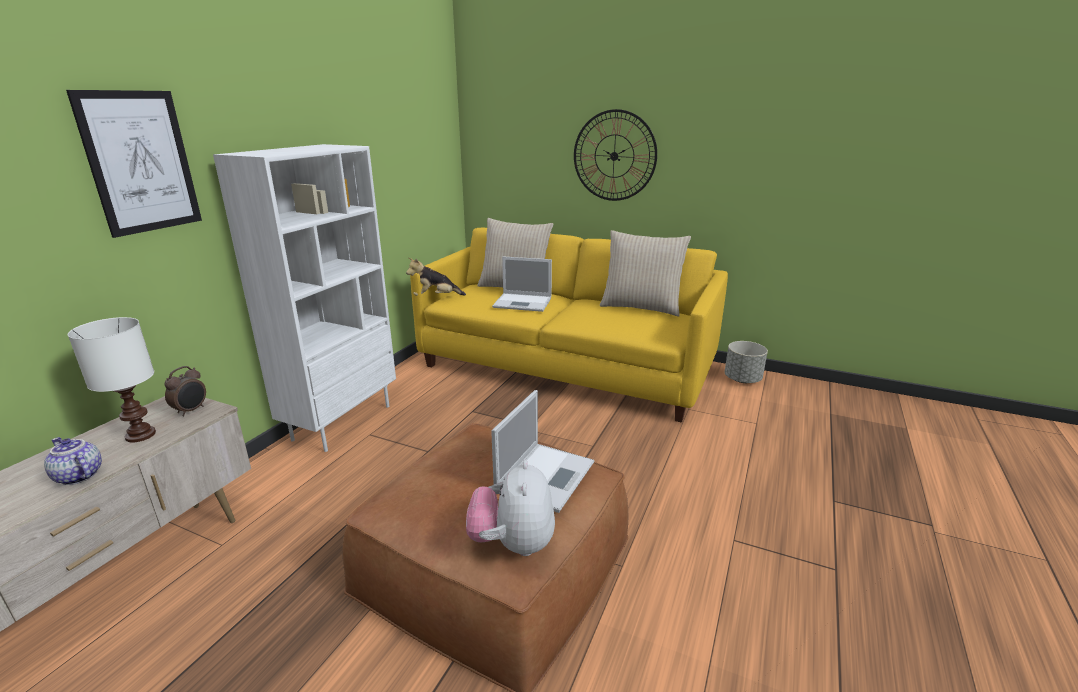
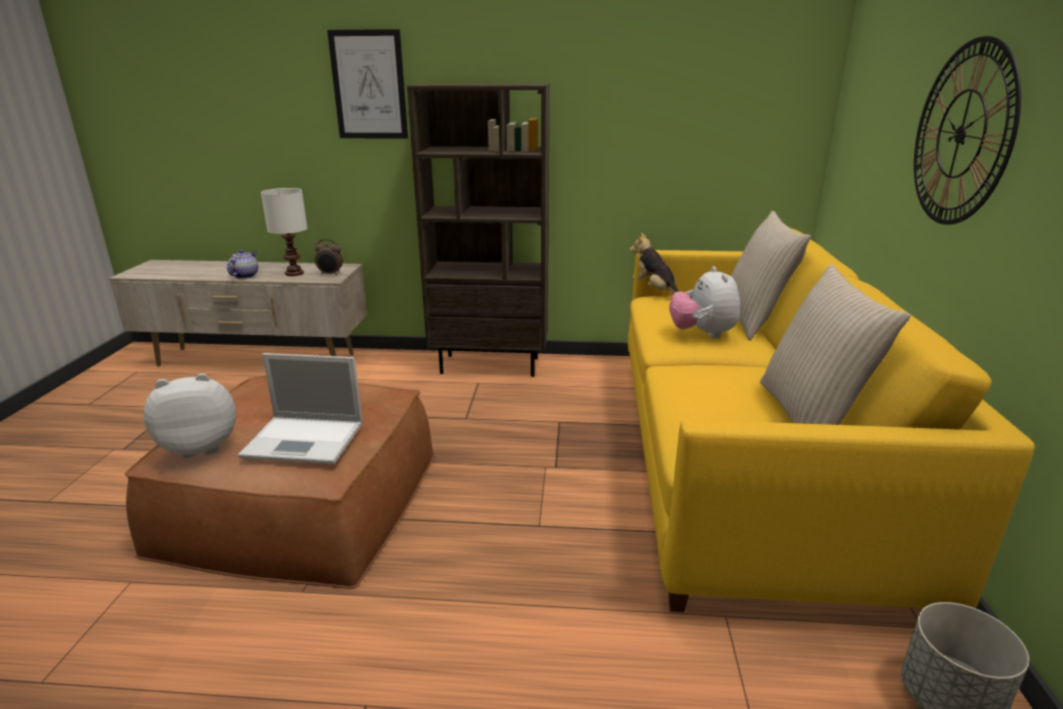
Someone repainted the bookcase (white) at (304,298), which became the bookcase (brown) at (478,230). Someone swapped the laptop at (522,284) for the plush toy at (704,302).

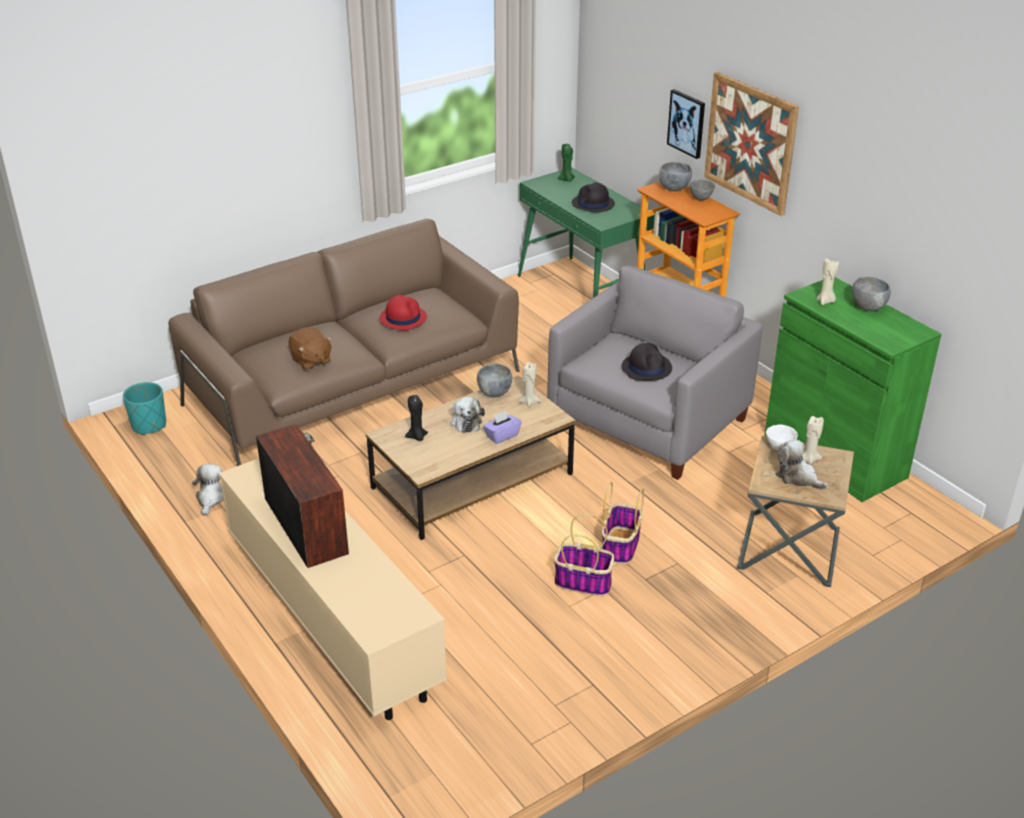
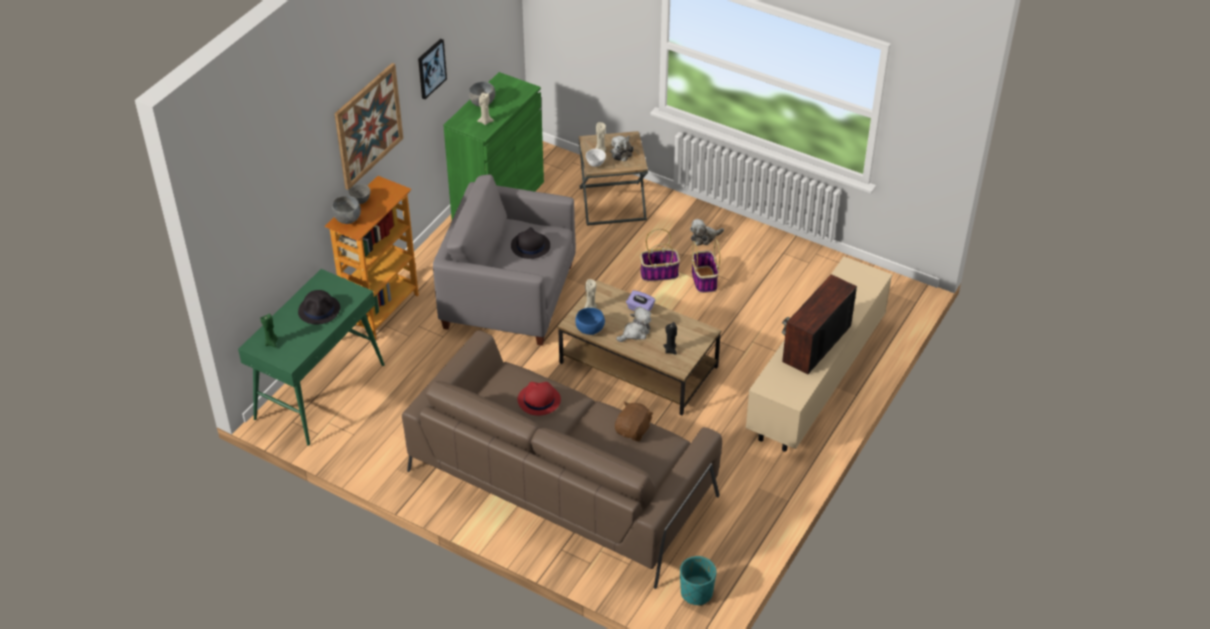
Someone carried the picture from (686,124) to (432,69). Someone repainted the bowl (grey) at (494,380), which became the bowl (blue) at (590,321). Someone carried the plush toy from (208,490) to (707,232).

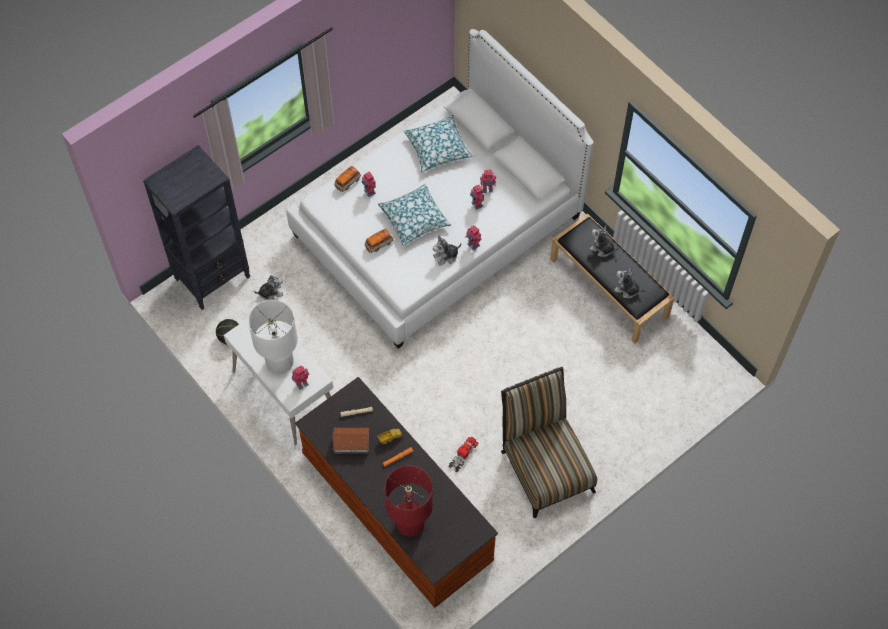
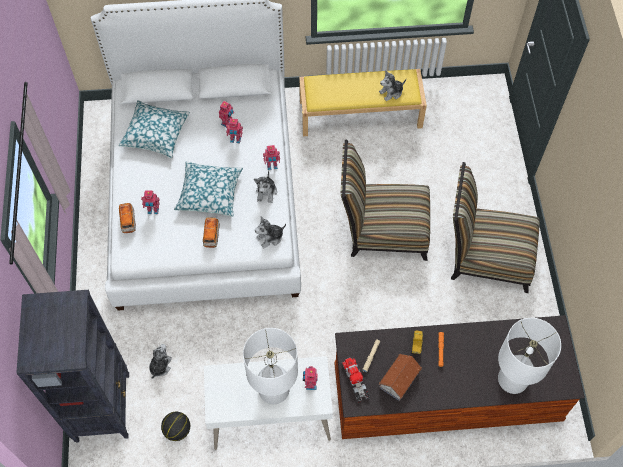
Someone carried the plush toy from (604,241) to (270,232). Someone repainted the bench (black) at (612,279), which became the bench (yellow) at (363,102). Someone put down the chair at (385,200). Someone carried the toy truck from (463,454) to (356,380). Someone repainted the table lamp (red) at (408,501), which became the table lamp (white) at (529,356).

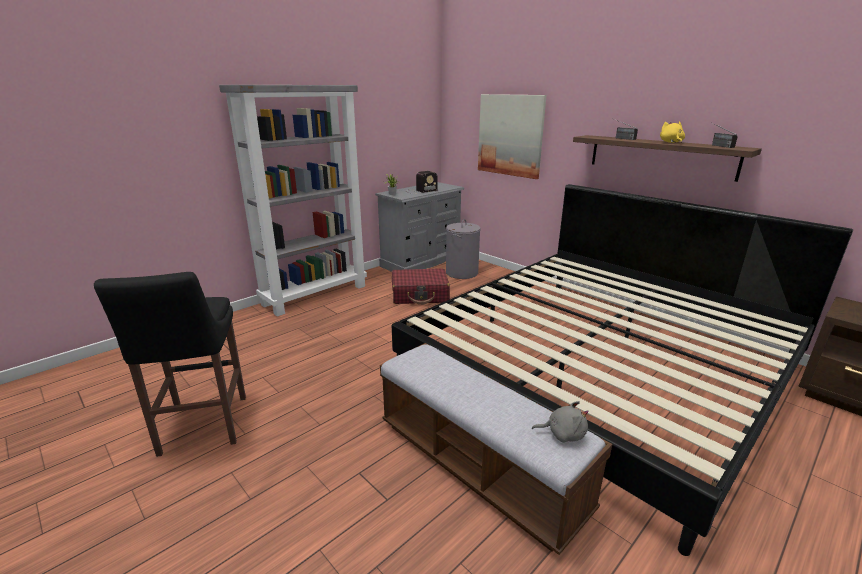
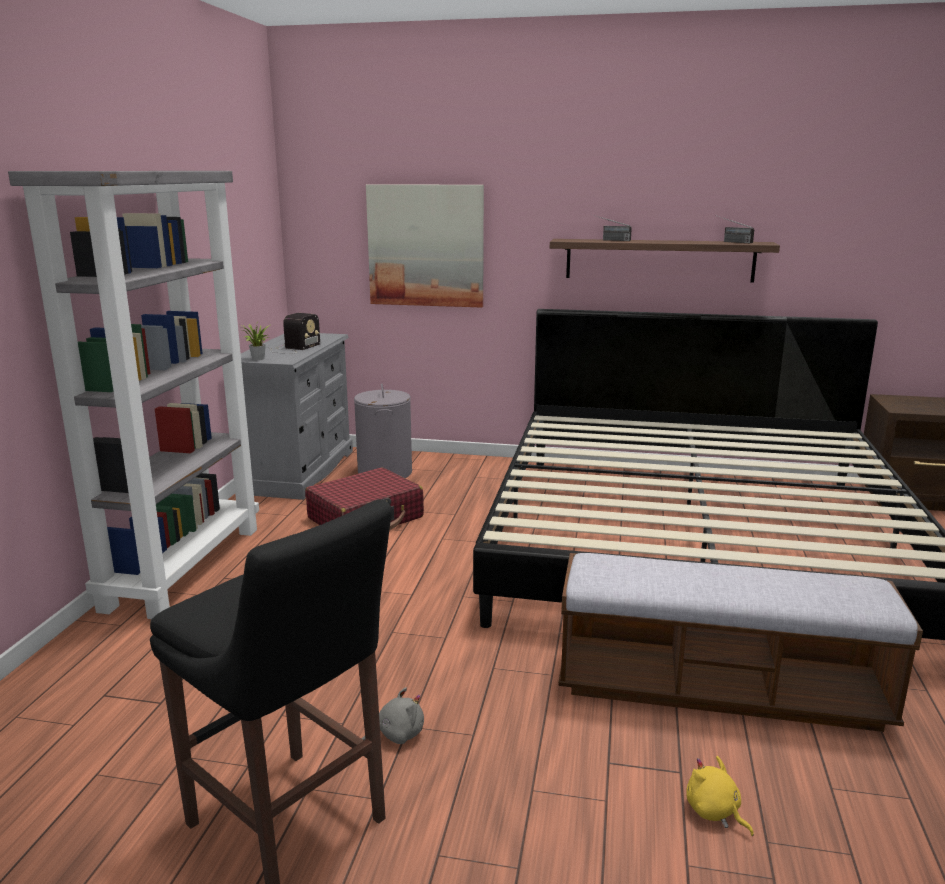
Someone carried the plush toy (grey) from (560,422) to (392,716). Someone carried the plush toy (yellow) from (672,132) to (720,796).

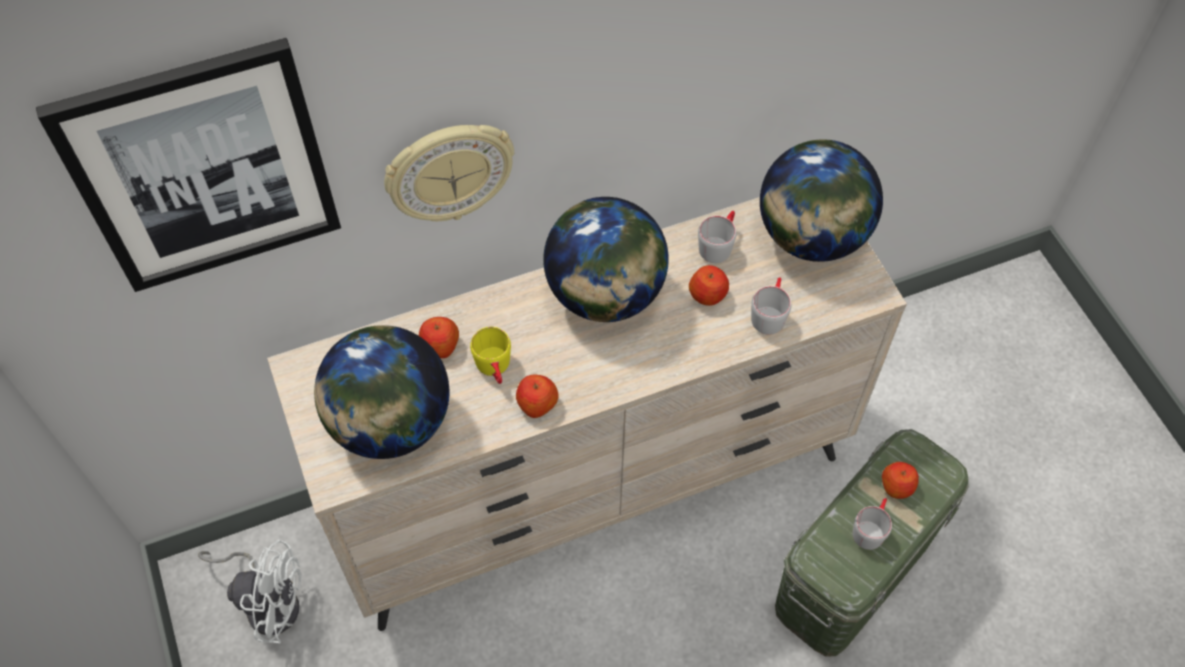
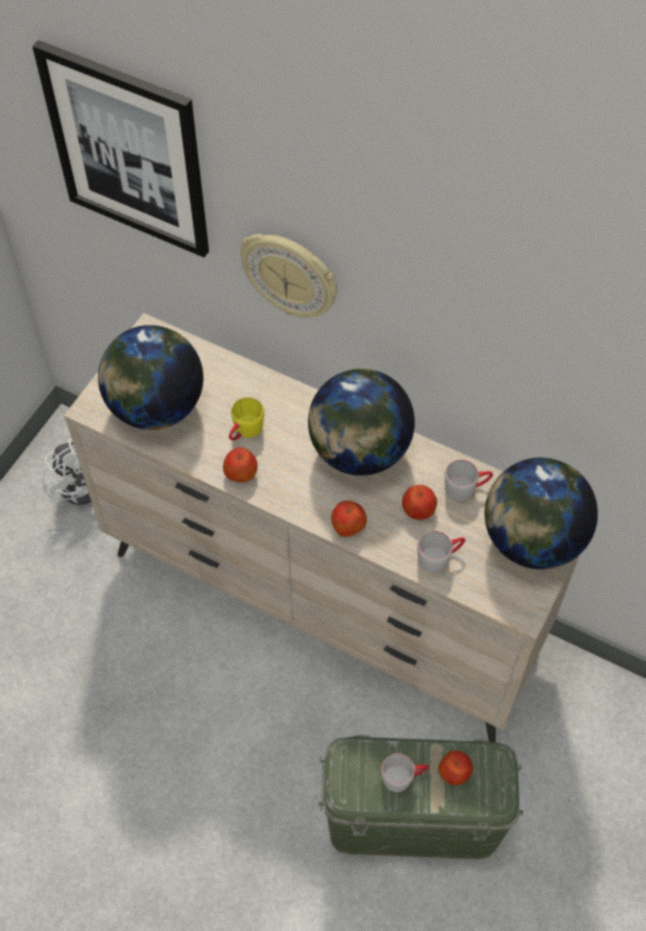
Someone carried the apple from (439,337) to (349,518).

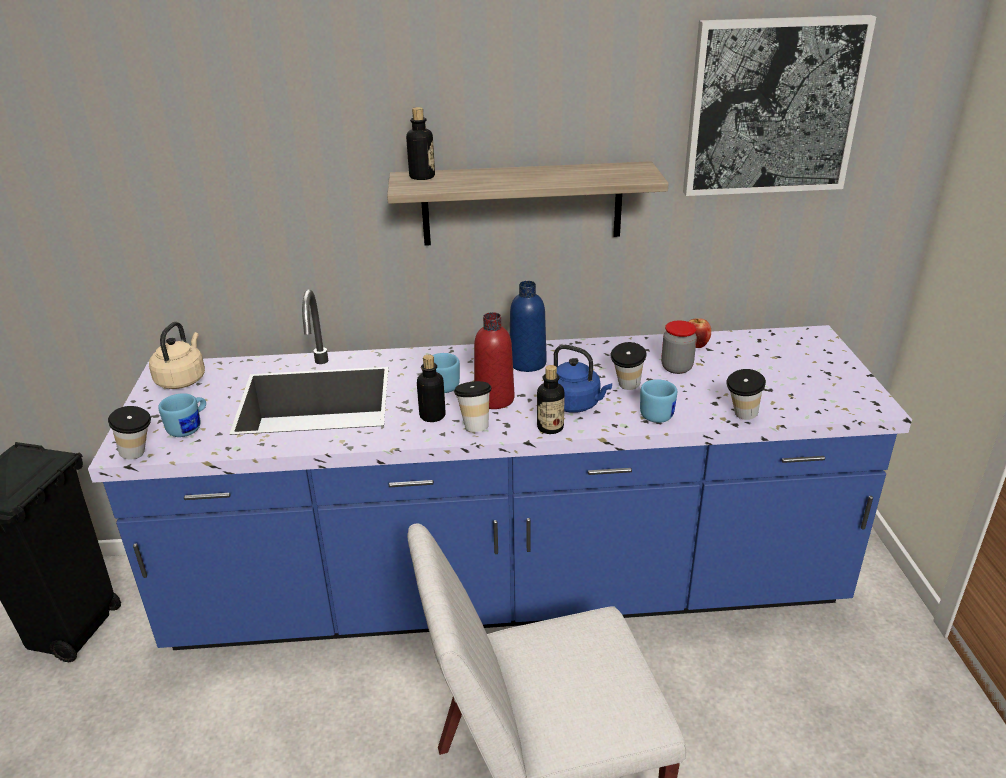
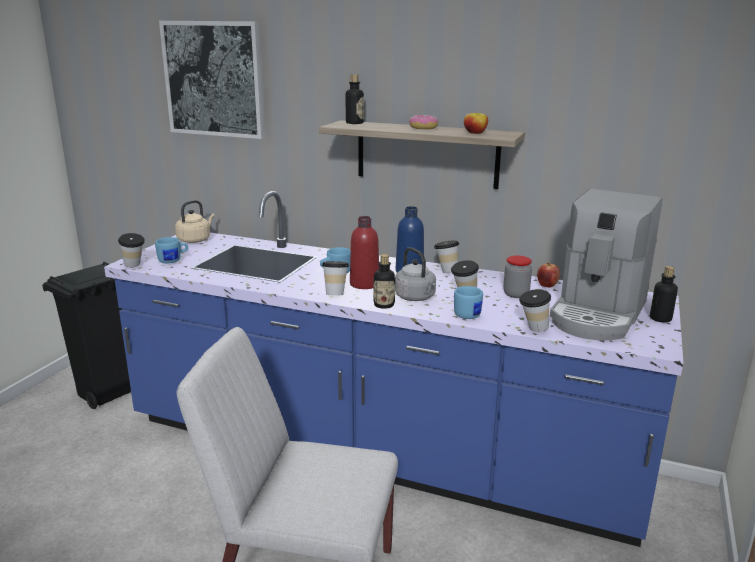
Someone carried the picture from (779,105) to (212,80). Someone repainted the kettle (blue) at (583,379), which became the kettle (grey) at (415,274). Someone put down the donut at (423,122). Someone put down the cup at (446,256). Someone put down the apple at (476,123). Someone put down the coffee machine at (606,265). Someone carried the bottle from (431,388) to (664,294).

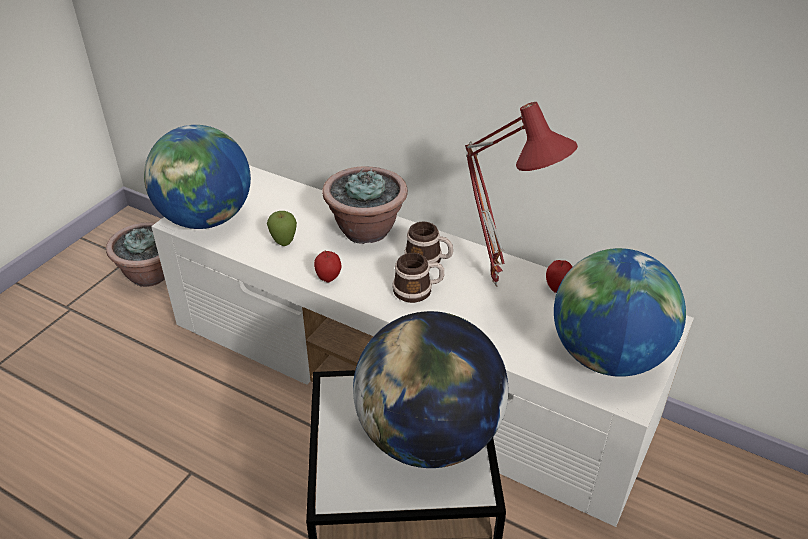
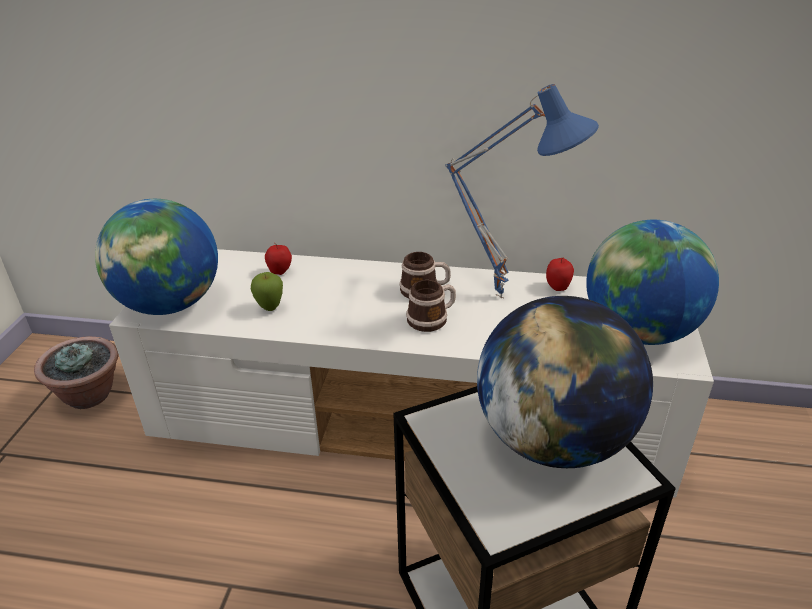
Someone carried the apple from (328,266) to (278,259). Someone repainted the table lamp (red) at (521,194), which became the table lamp (blue) at (522,191). Someone took away the potted plant at (365,205).

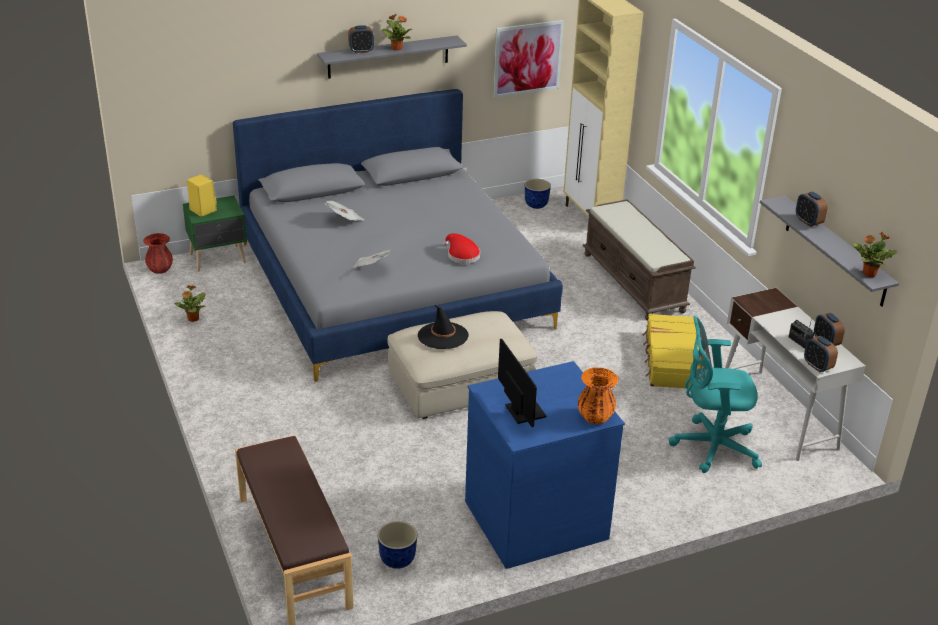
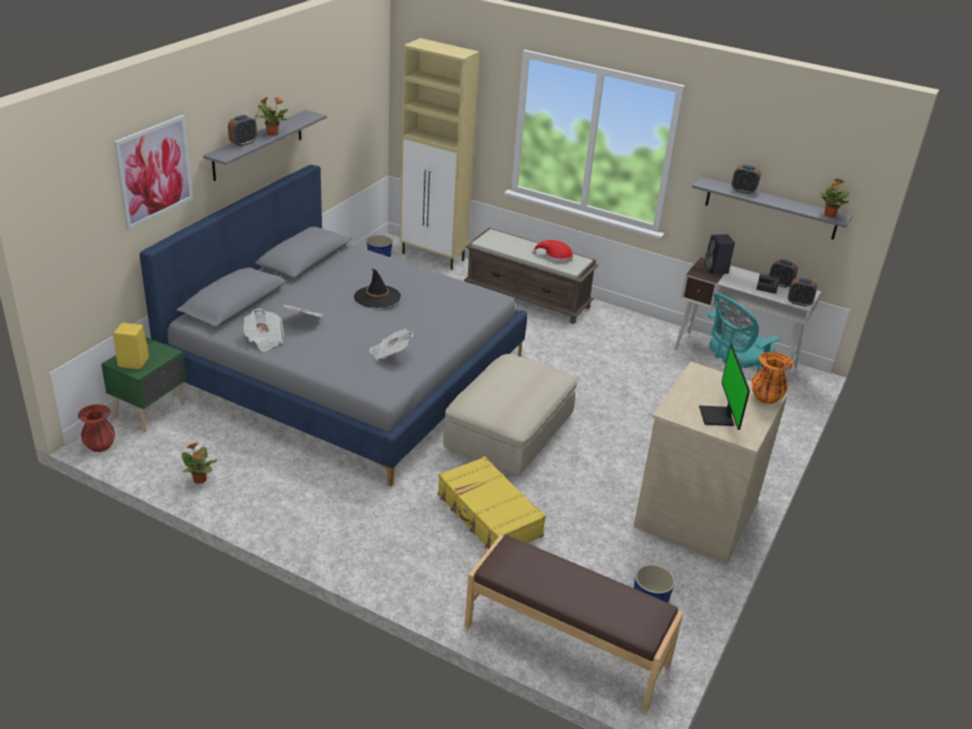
Someone carried the picture from (528,59) to (153,172). Someone put down the newspaper at (263,330). Someone carried the hat (black) from (443,327) to (377,288). Someone carried the suitcase (yellow) from (671,351) to (492,502). Someone carried the hat (red) from (461,248) to (552,251). Someone repainted the dresser (blue) at (545,465), which became the dresser (beige) at (711,463). Someone rotated the monitor at (522,383) by 120 degrees counterclockwise. Someone put down the speaker (black) at (719,254).

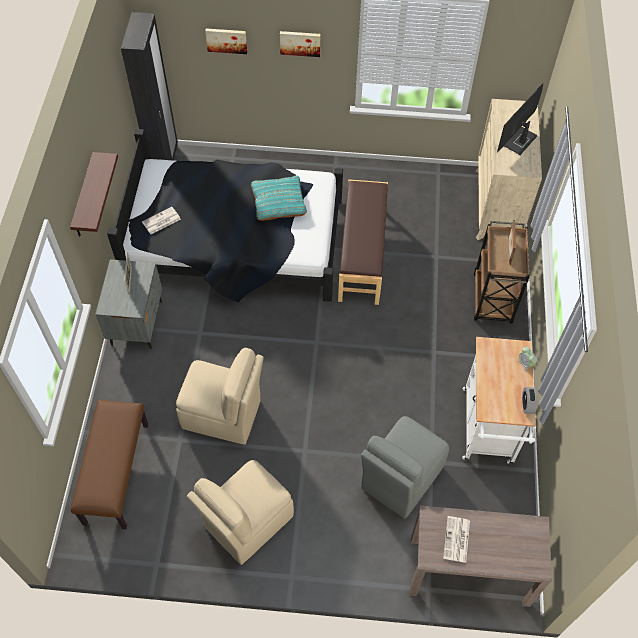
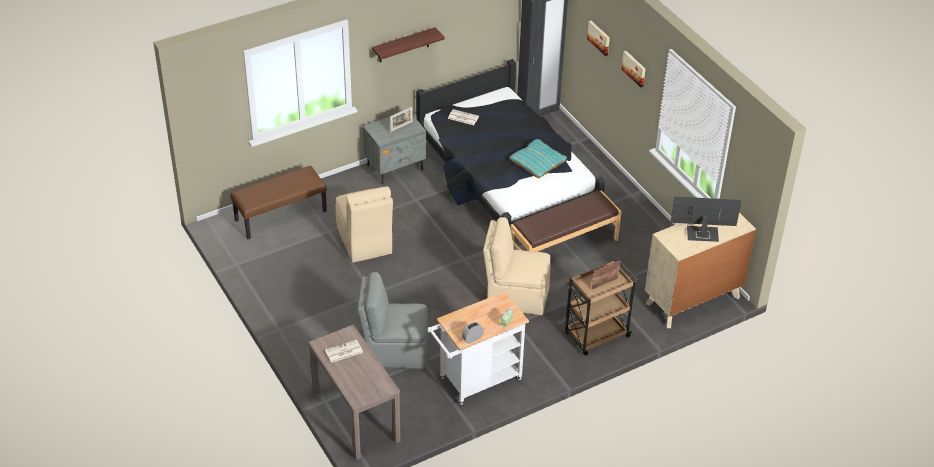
Someone carried the chair (beige) from (240,512) to (517,266).

